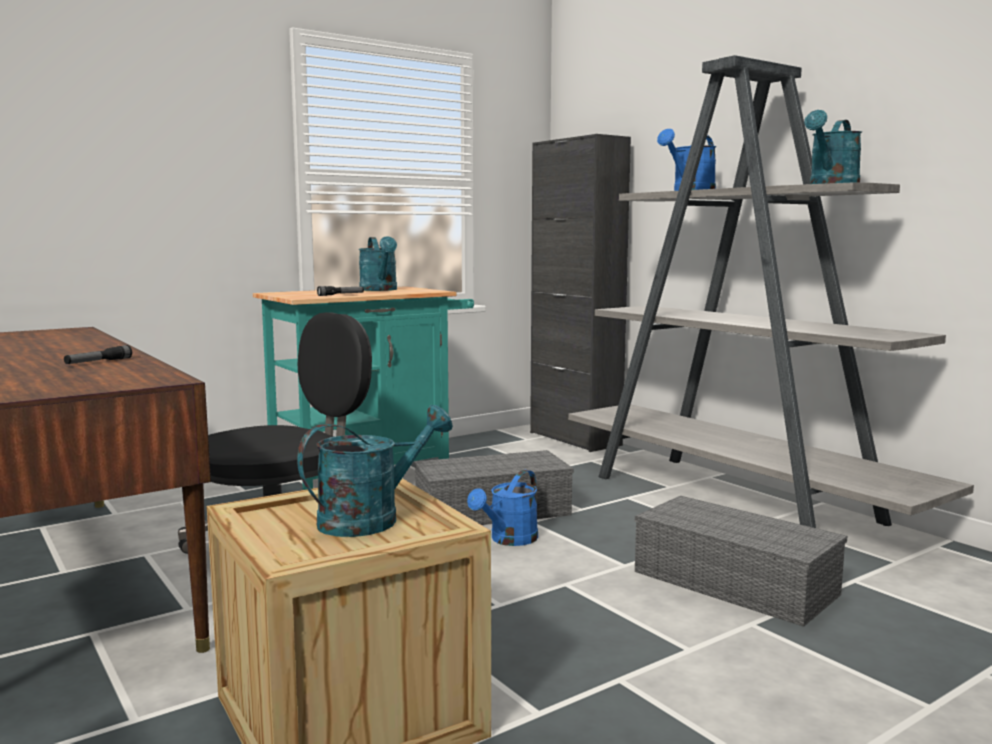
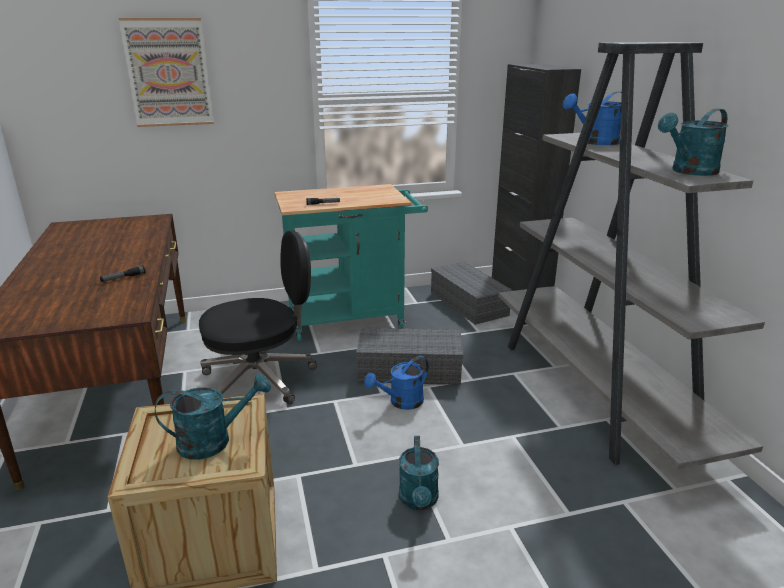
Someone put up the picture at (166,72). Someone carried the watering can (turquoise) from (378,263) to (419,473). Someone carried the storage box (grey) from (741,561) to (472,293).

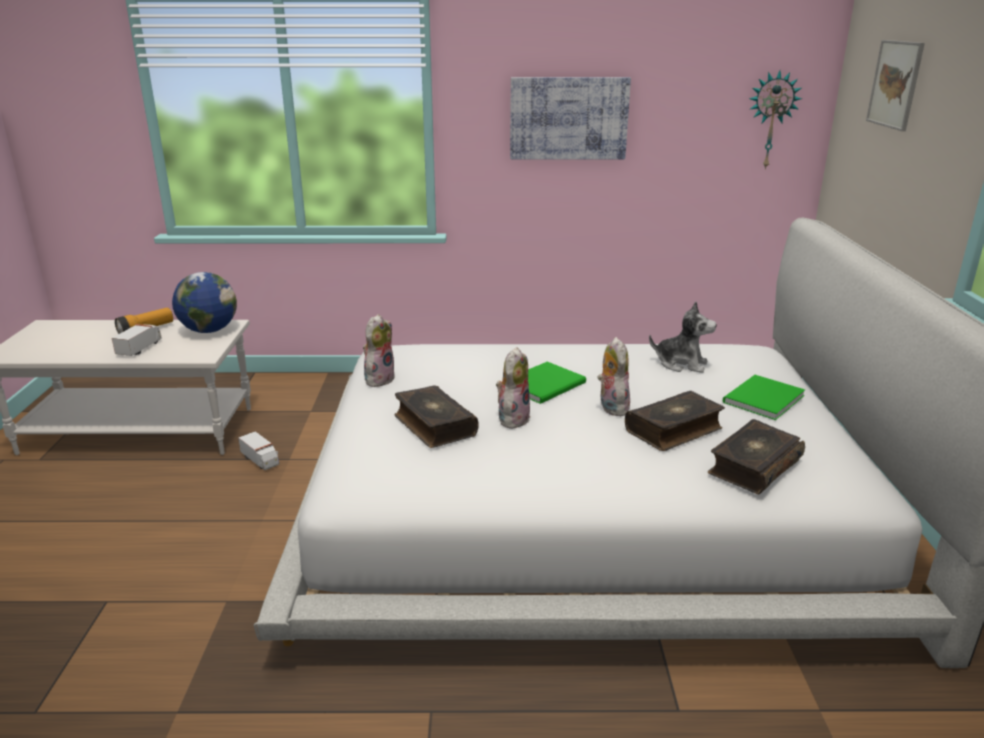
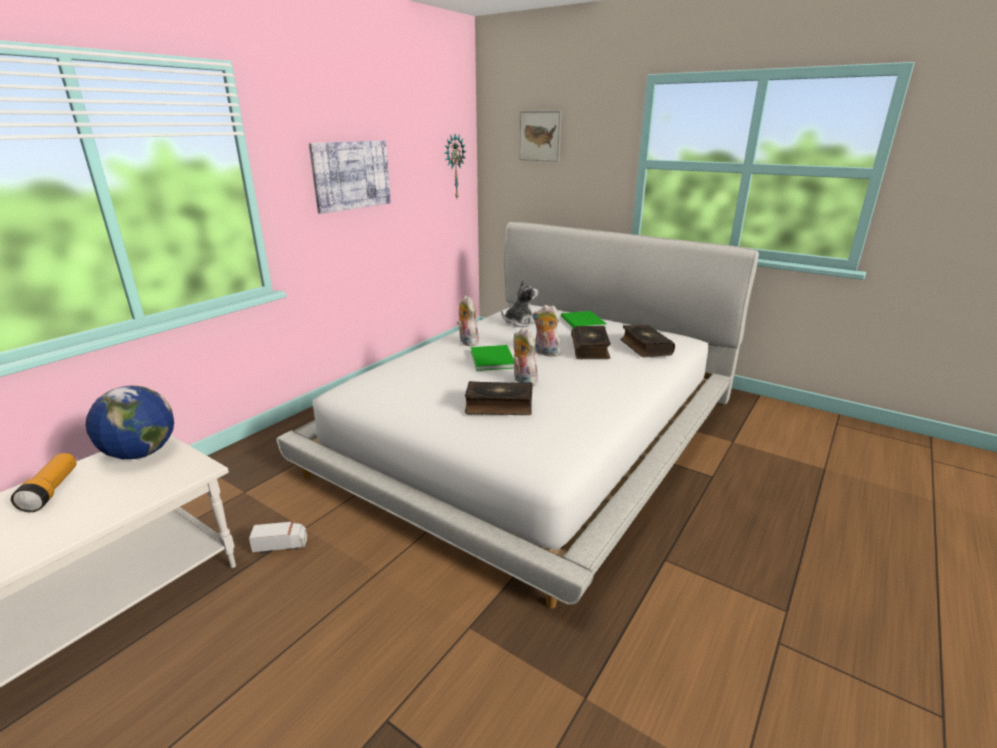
Someone carried the plush toy from (379,350) to (468,320). Someone took away the toy truck at (137,340).

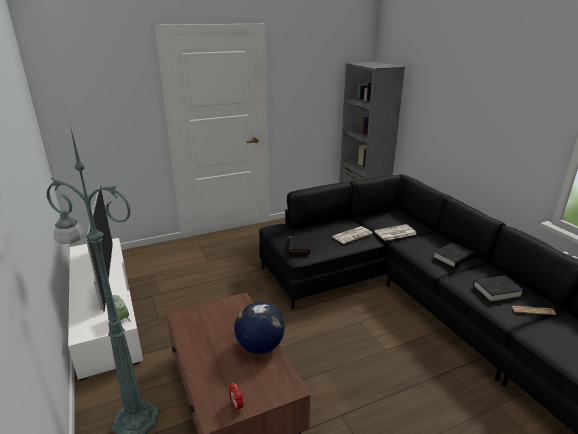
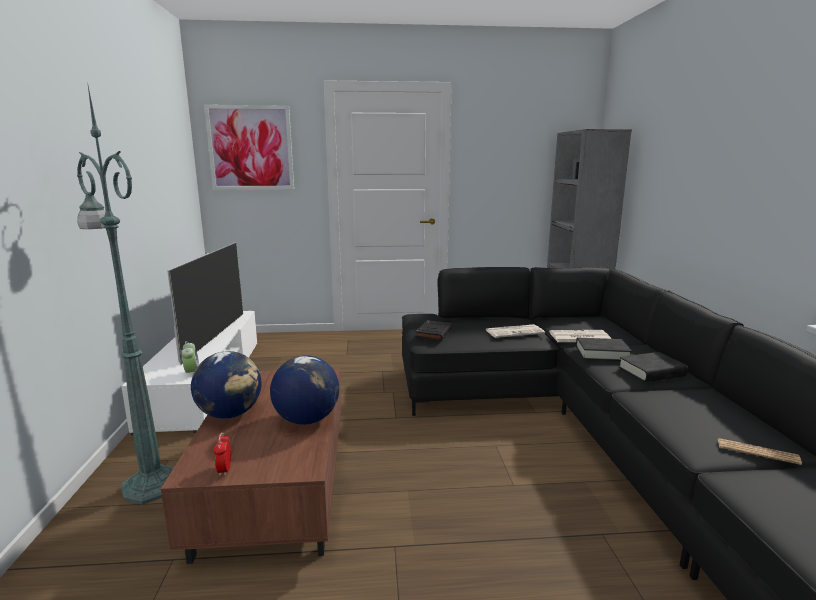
Someone put down the globe at (226,385). Someone put up the picture at (249,147). Someone carried the book (black) from (498,288) to (604,349).

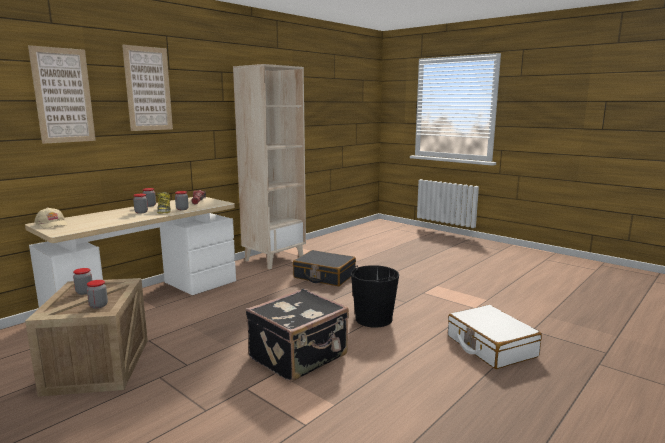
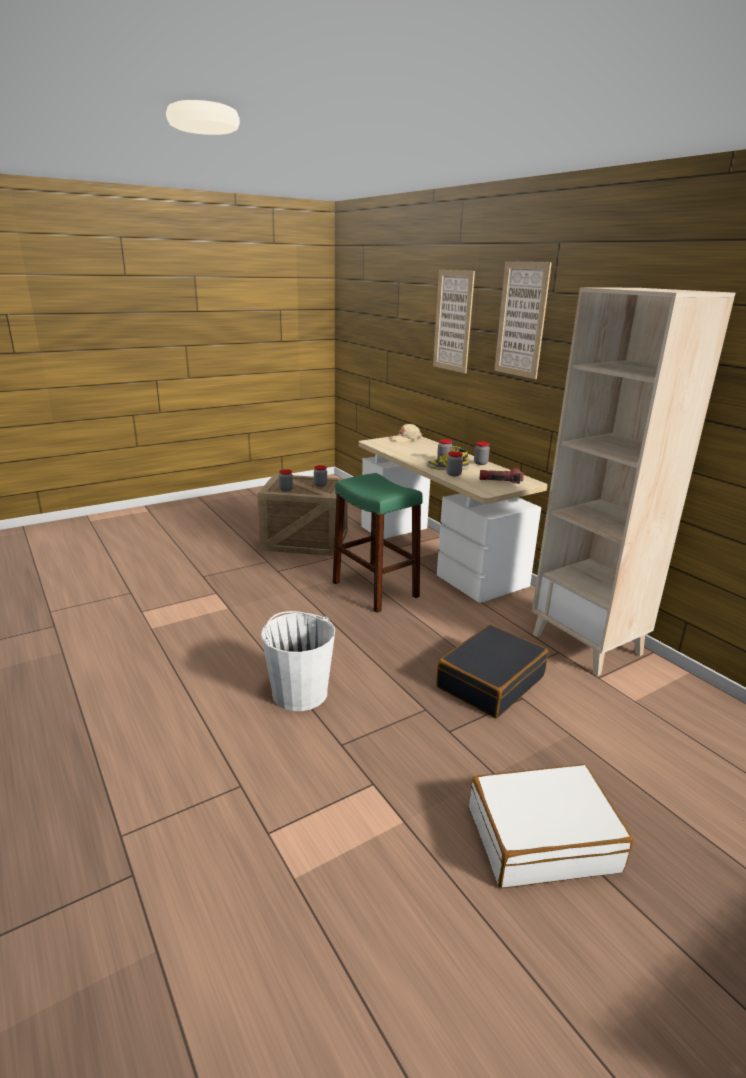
Someone repainted the bucket (black) at (375,296), which became the bucket (white) at (298,661). Someone put down the stool (green) at (378,543). Someone carried the suitcase (white) from (495,337) to (551,826). Someone took away the suitcase (black) at (297,335).

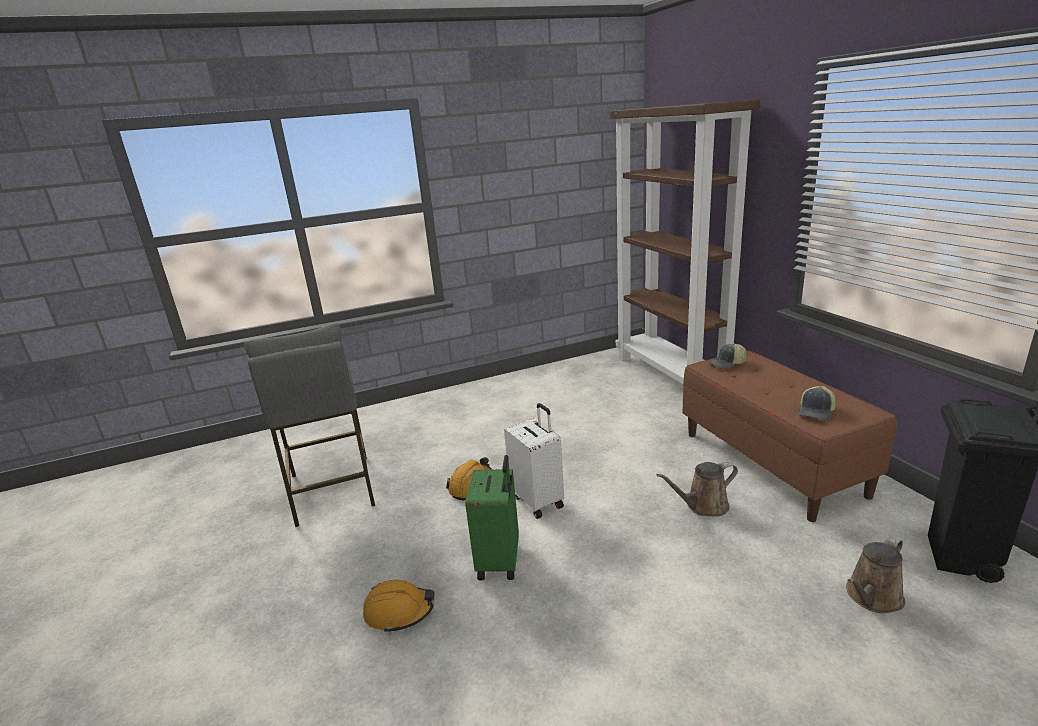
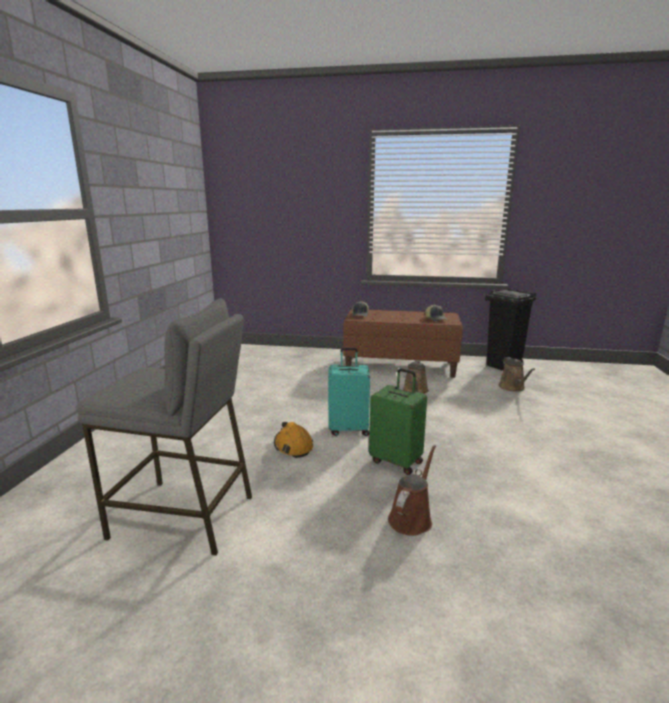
Someone repainted the suitcase (white) at (534,461), which became the suitcase (turquoise) at (349,392). Someone swapped the hard hat (orange) at (399,606) for the watering can (brown) at (412,490). Someone took away the bookcase (brown) at (685,241).

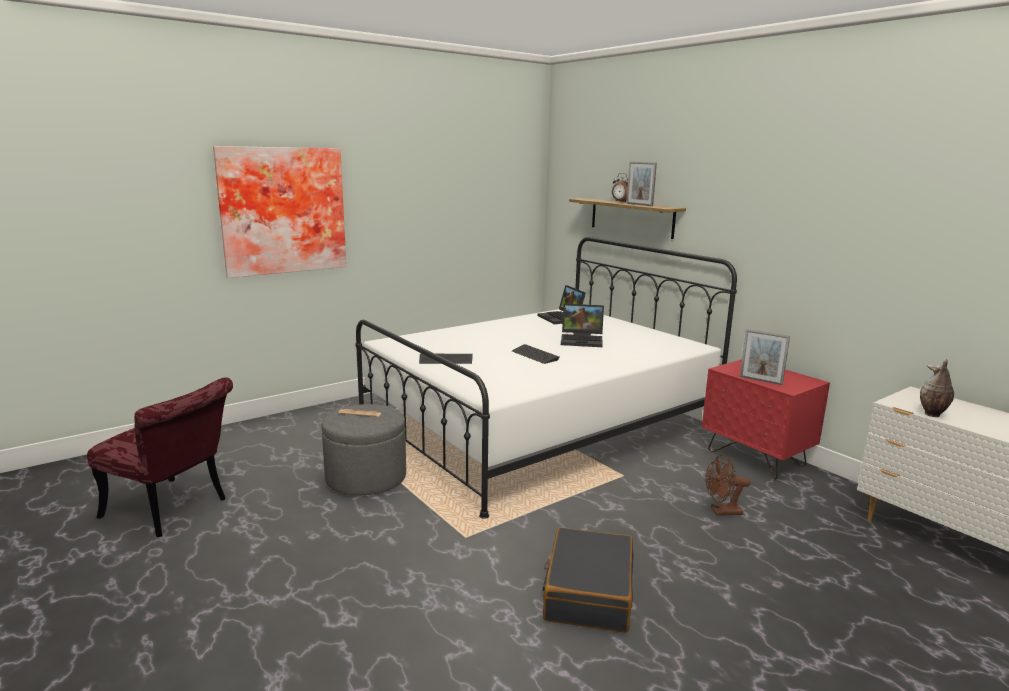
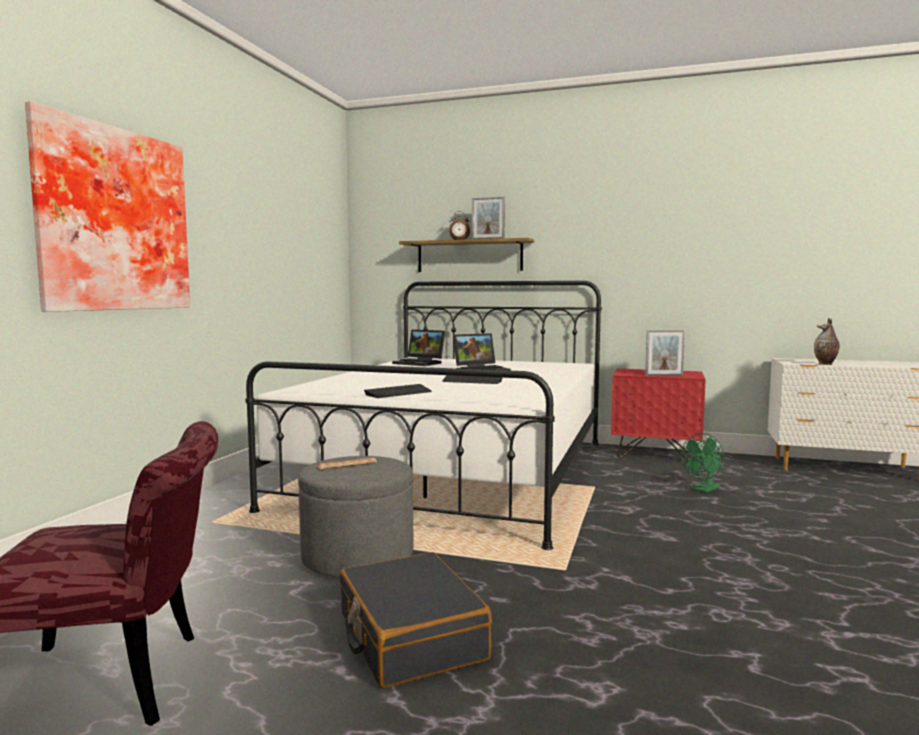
Someone carried the suitcase (black) from (588,580) to (416,620). Someone repainted the fan (brown) at (728,485), which became the fan (green) at (702,463).

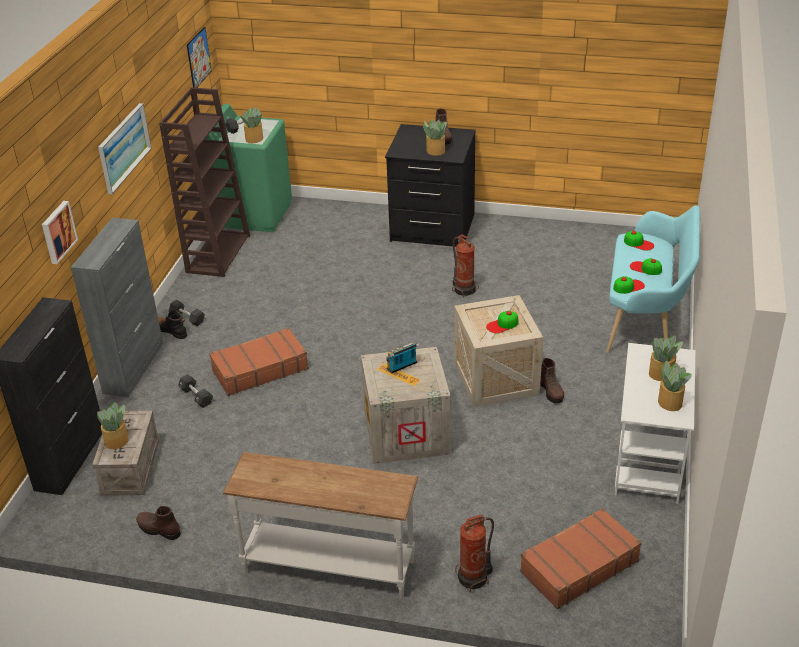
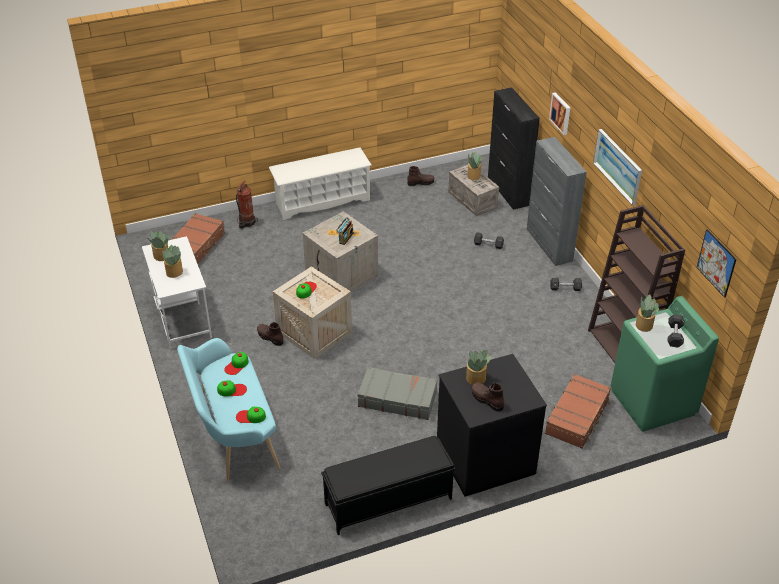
Someone swapped the console table (white) at (320,525) for the shoe rack (white) at (320,183). Someone put down the bench (black) at (388,485). Someone swapped the fire extinguisher at (465,265) for the suitcase (grey) at (397,393). Someone carried the suitcase (brown) from (259,362) to (578,411). Someone took away the boot (black) at (172,324).

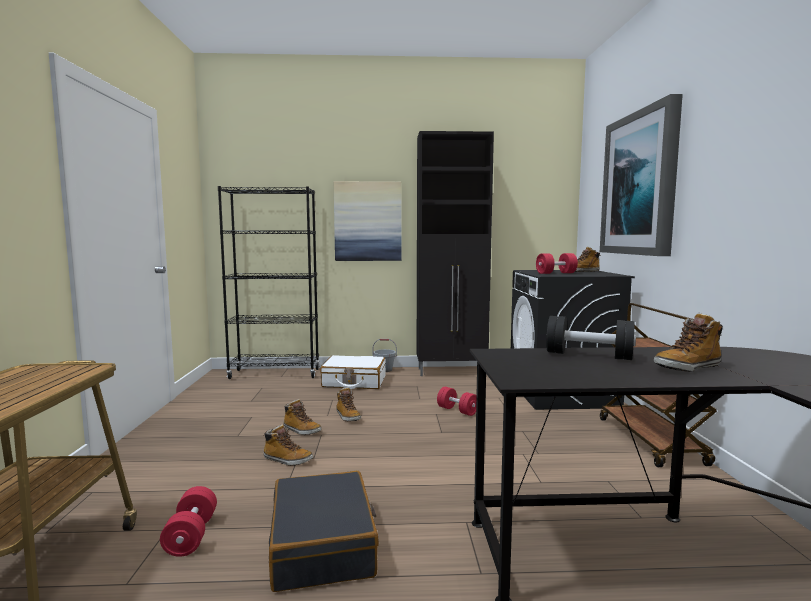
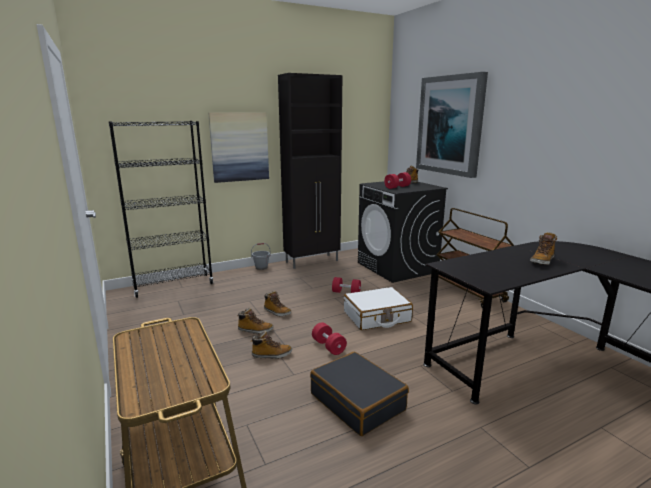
Someone carried the dumbbell (red) from (188,521) to (329,338). Someone carried the suitcase (white) from (353,372) to (378,308). Someone took away the dumbbell (black) at (591,338).

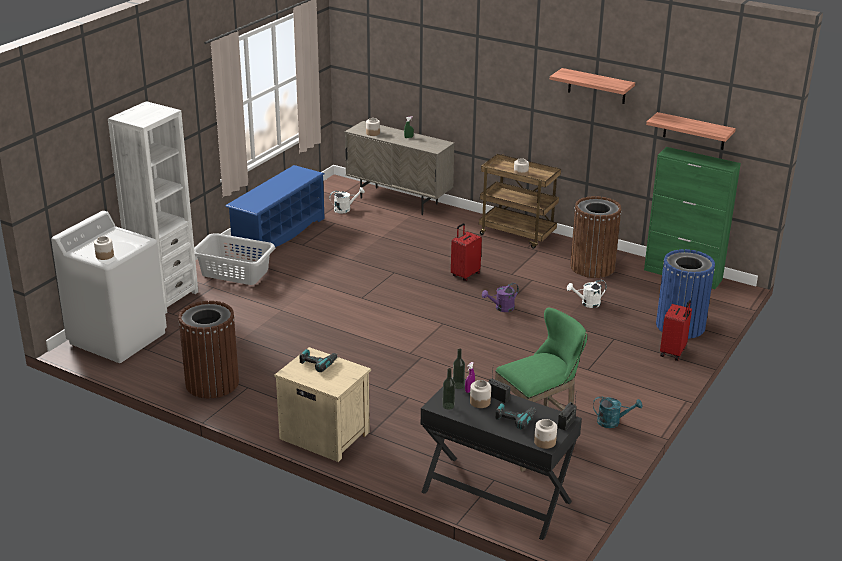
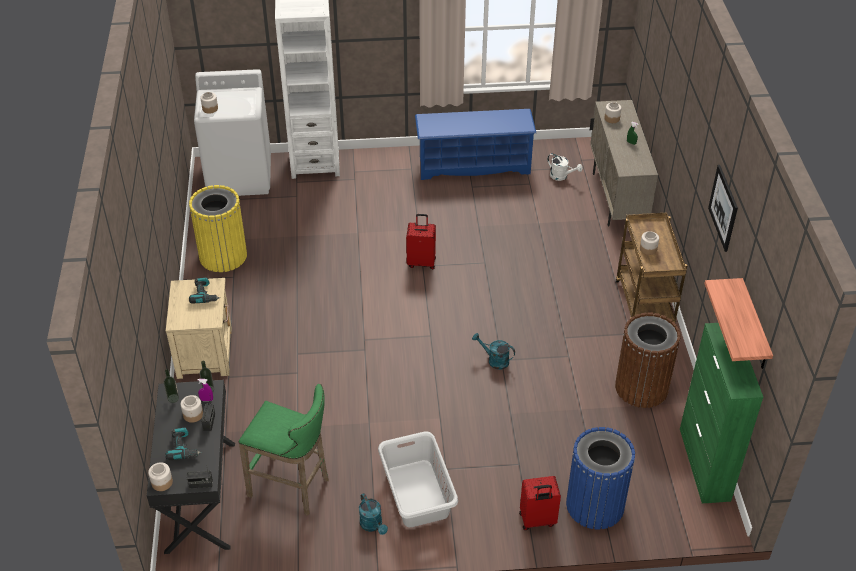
Someone repainted the trash can (brown) at (208,349), which became the trash can (yellow) at (218,228). Someone carried the laundry basket (grey) from (234,259) to (418,479). Someone carried the suitcase (red) from (466,252) to (421,241). Someone repainted the watering can (purple) at (500,297), which became the watering can (turquoise) at (493,351). Someone swapped the shelf at (592,86) for the picture at (723,208). Someone took away the watering can (white) at (587,294).

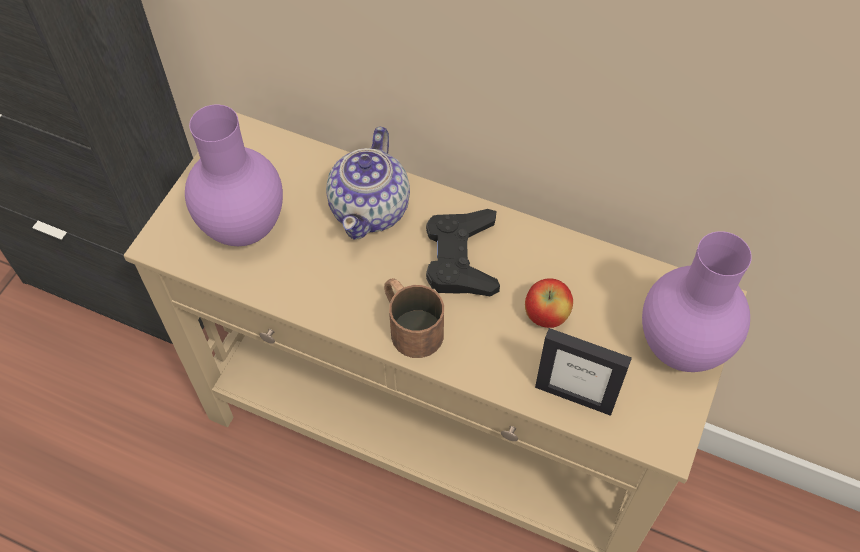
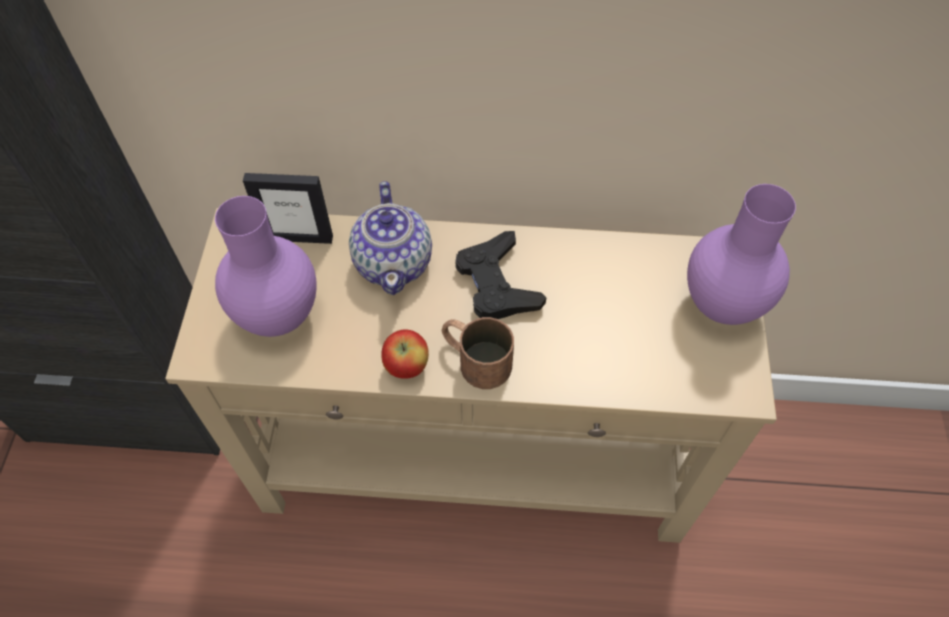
Someone carried the picture frame from (583,372) to (288,208). Someone carried the apple from (549,303) to (405,354).

